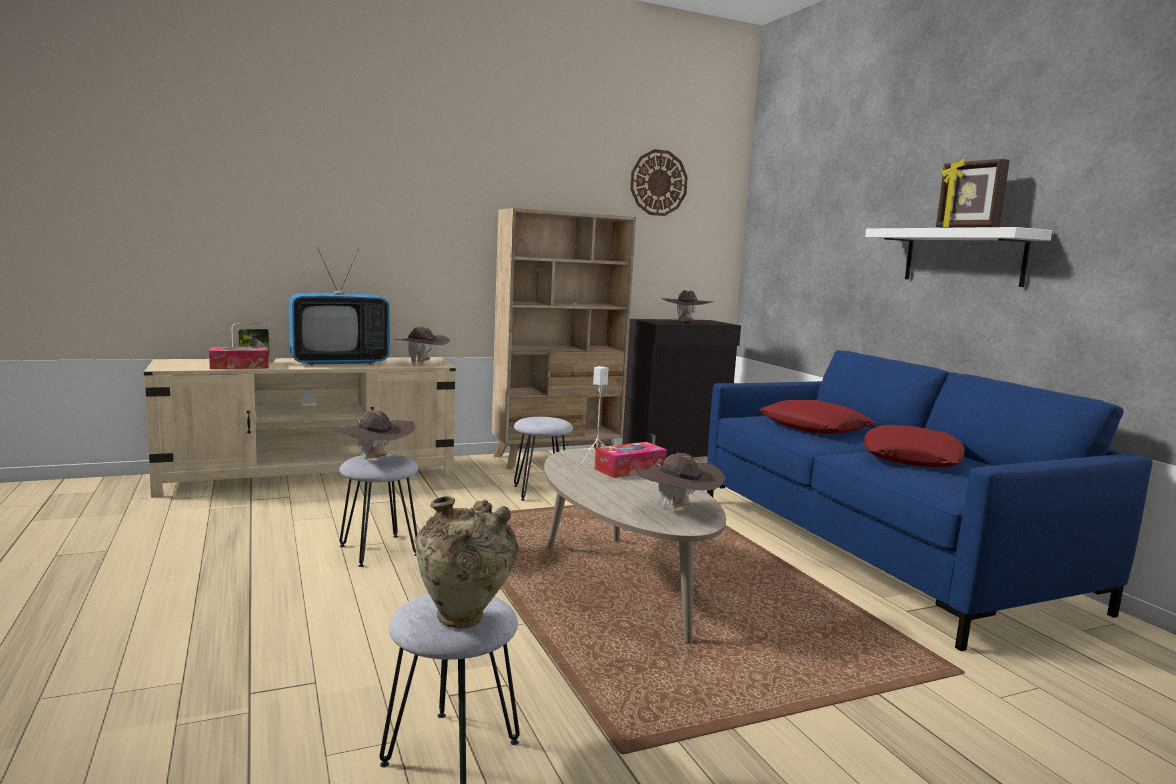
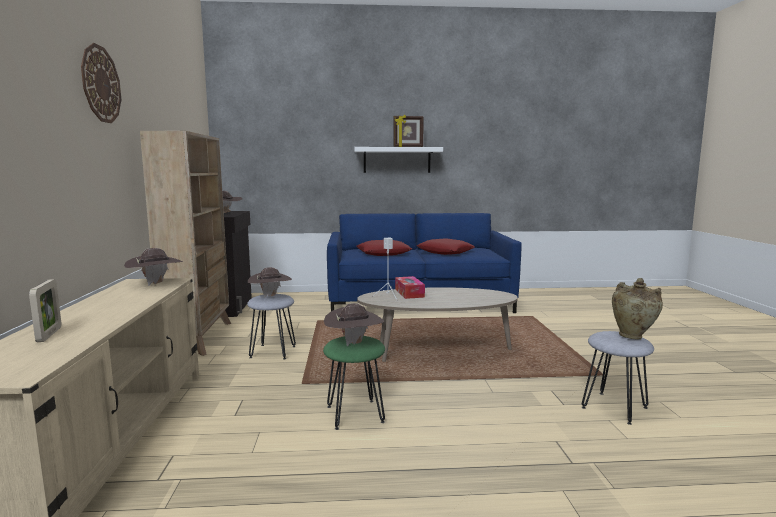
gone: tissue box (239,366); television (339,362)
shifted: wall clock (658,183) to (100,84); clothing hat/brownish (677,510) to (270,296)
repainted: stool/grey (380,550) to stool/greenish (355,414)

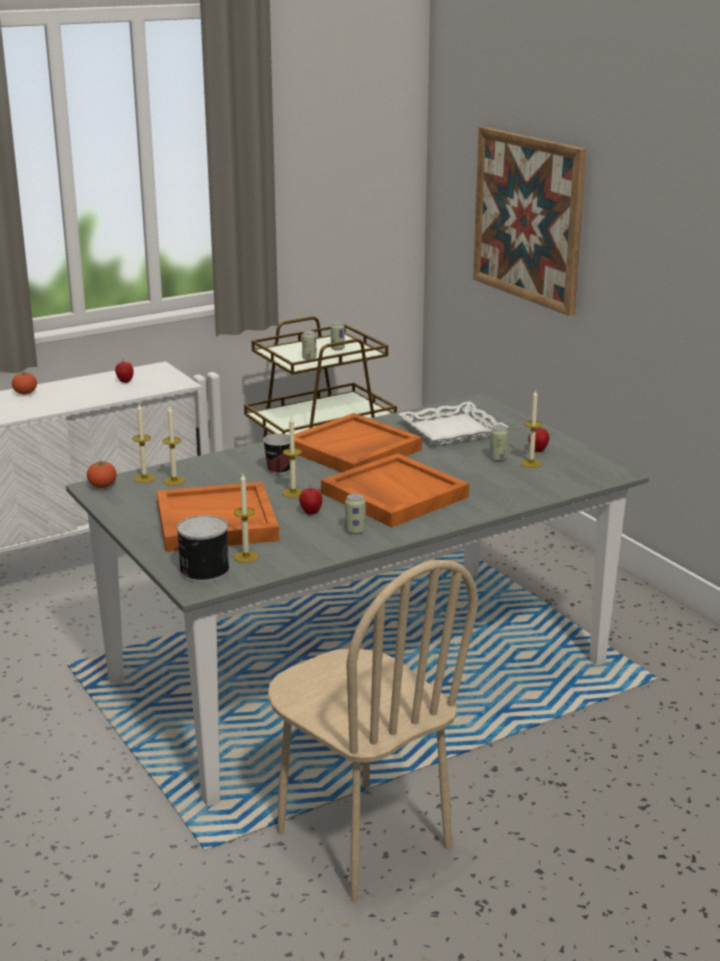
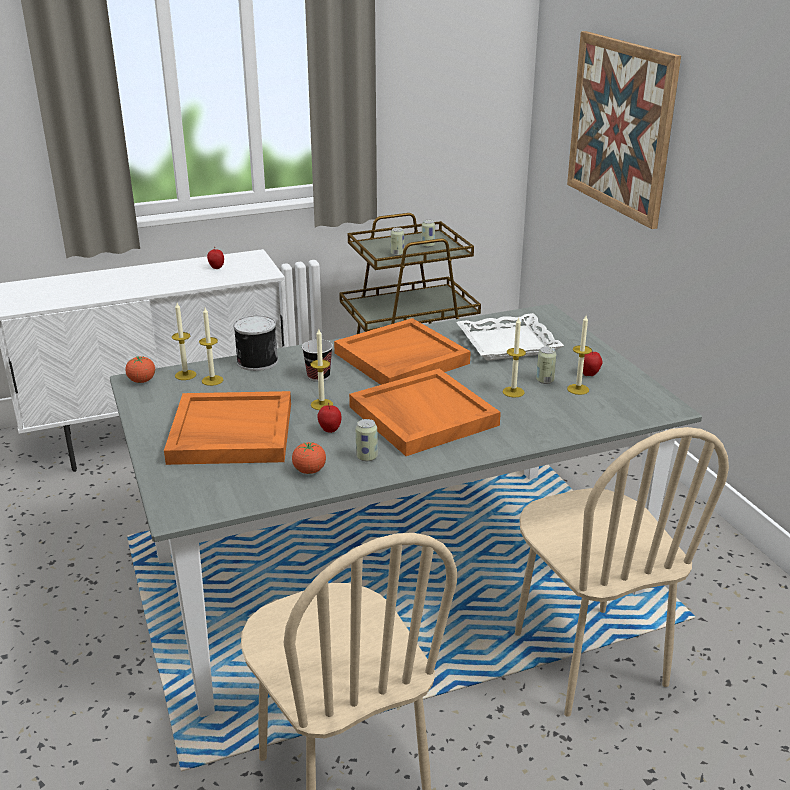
new: upright chair/sand-coloured (587,659)
shifted: sealed can (203,571) to (256,361); tomato (25,393) to (309,471); candle (246,557) to (513,392)

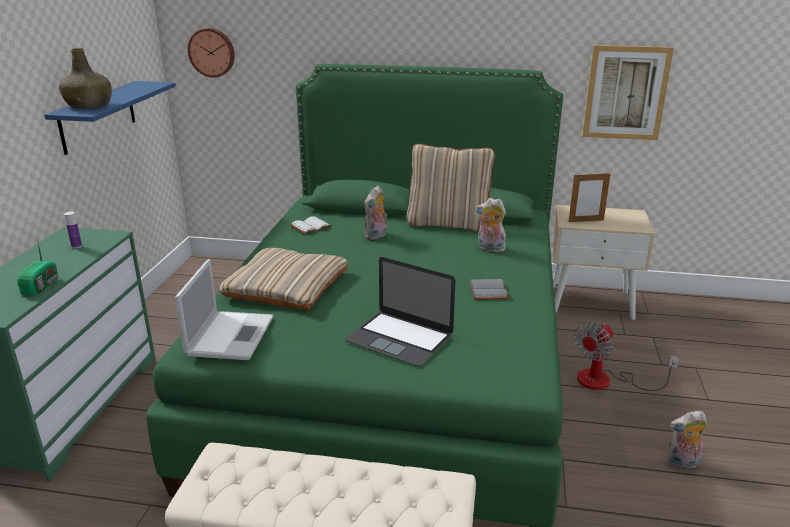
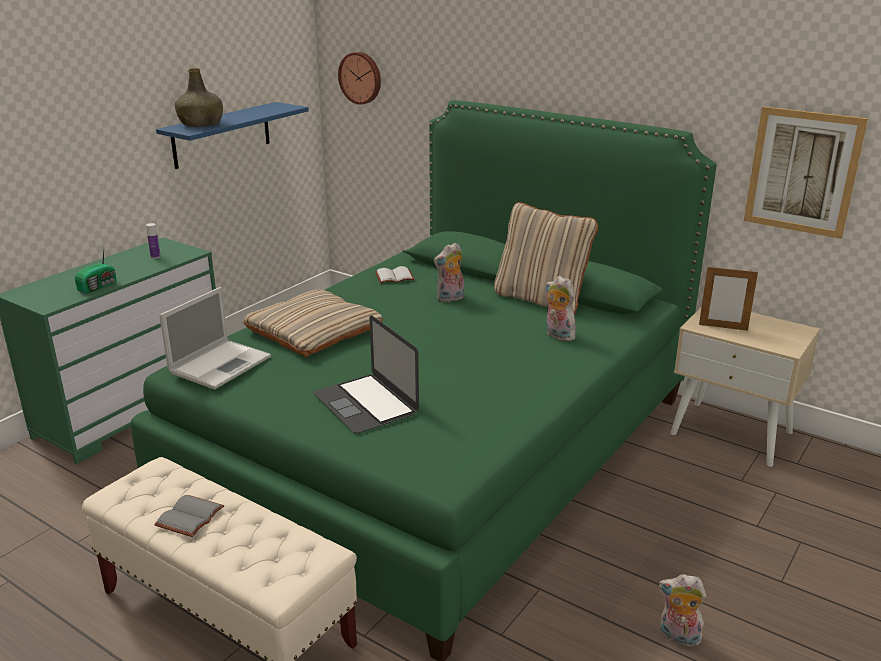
gone: electric fan (606,381)
shifted: book/grey (489,291) to (191,518)

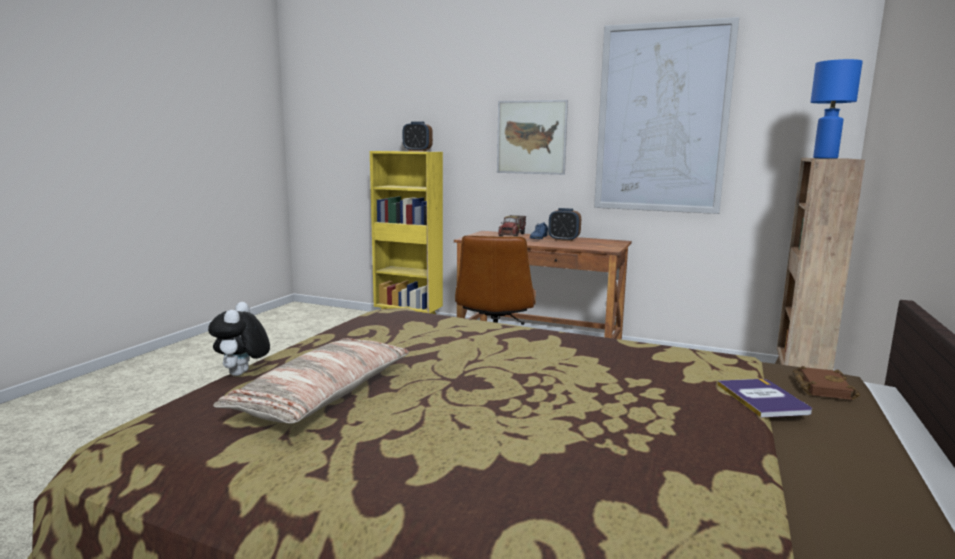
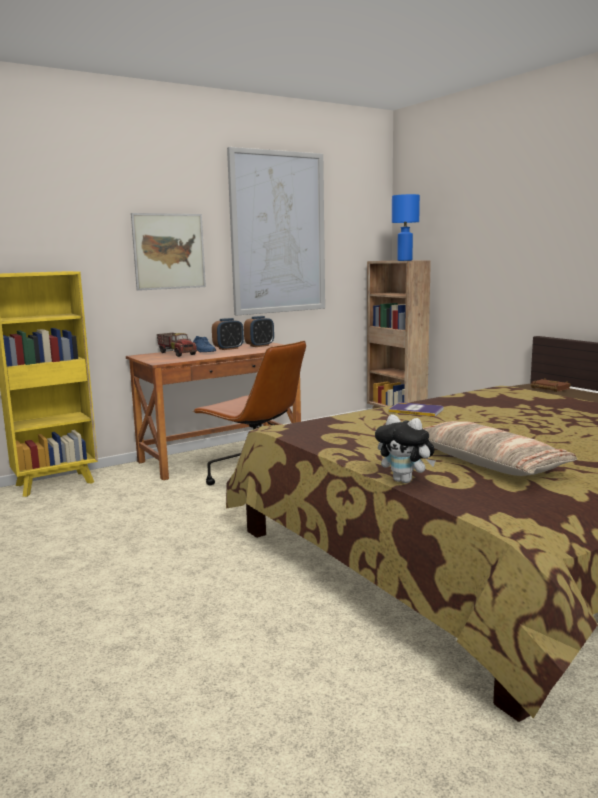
shifted: table clock (417,151) to (259,346); book (763,399) to (416,410)

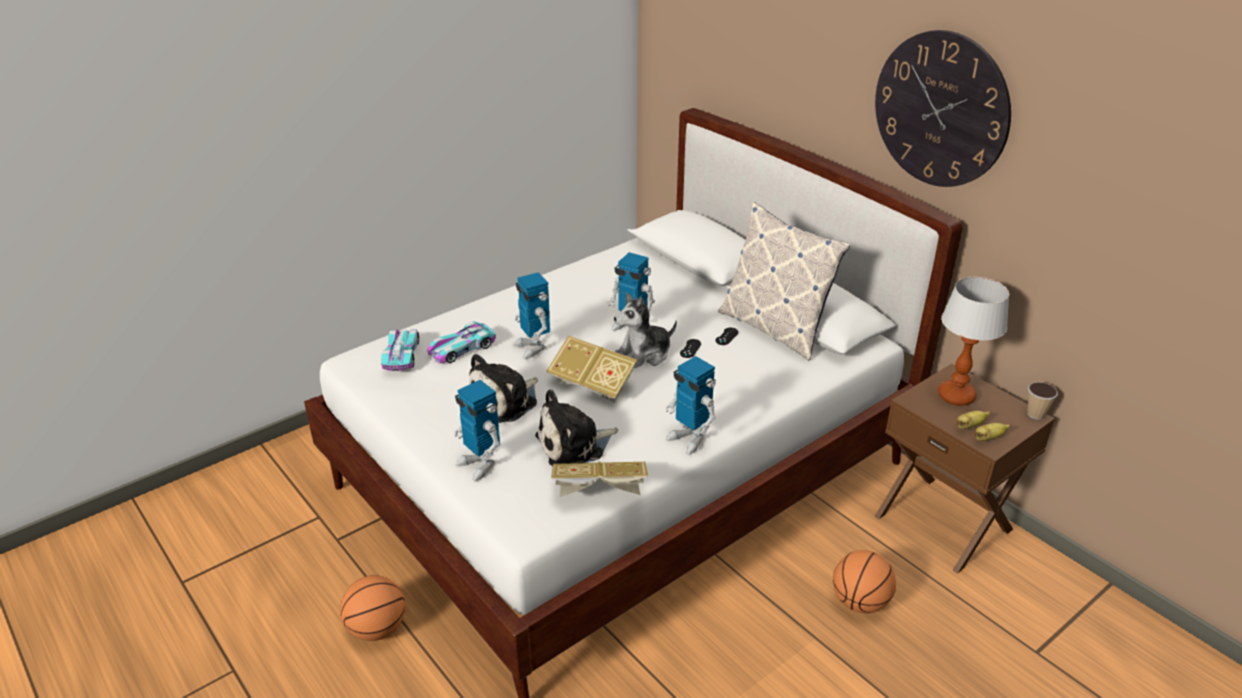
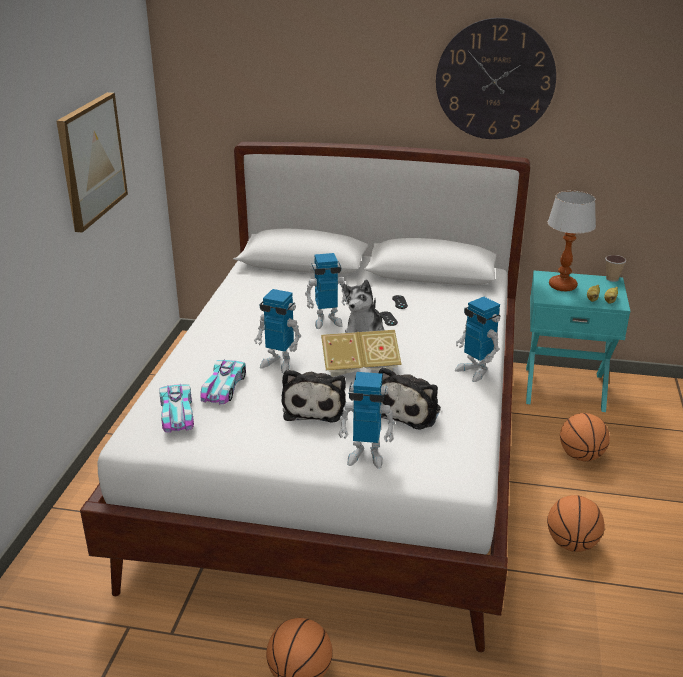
gone: book (599,493); throw pillow (775,328)
new: picture (91,160); basketball ball (571,544)
repainted: nightstand/brownish (944,522) to nightstand/blue-green (564,387)
rotated: model car (401,354) = (177,413) 150 degrees counterclockwise; model robot (689,439) = (475,371) 45 degrees clockwise

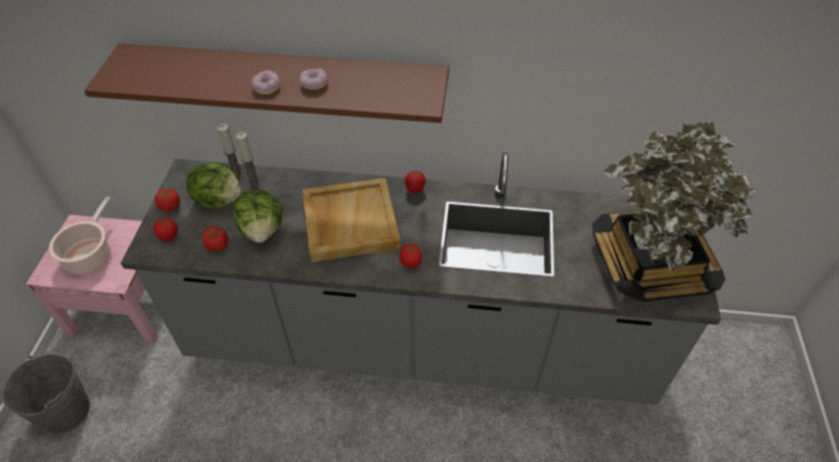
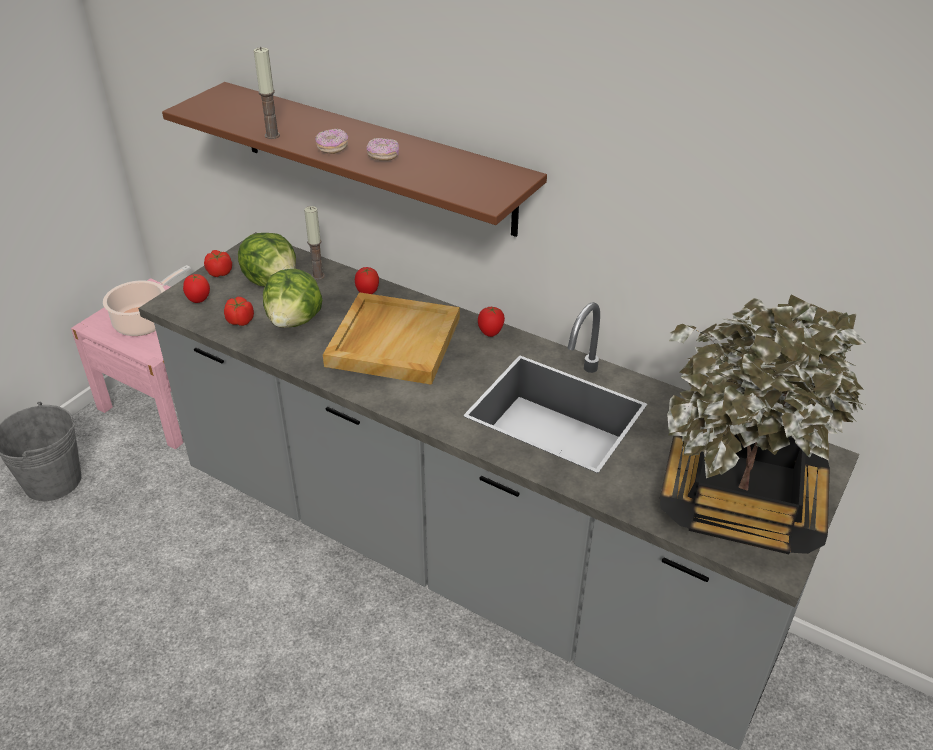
shifted: candle (237,175) to (272,135); tomato (410,264) to (367,293)

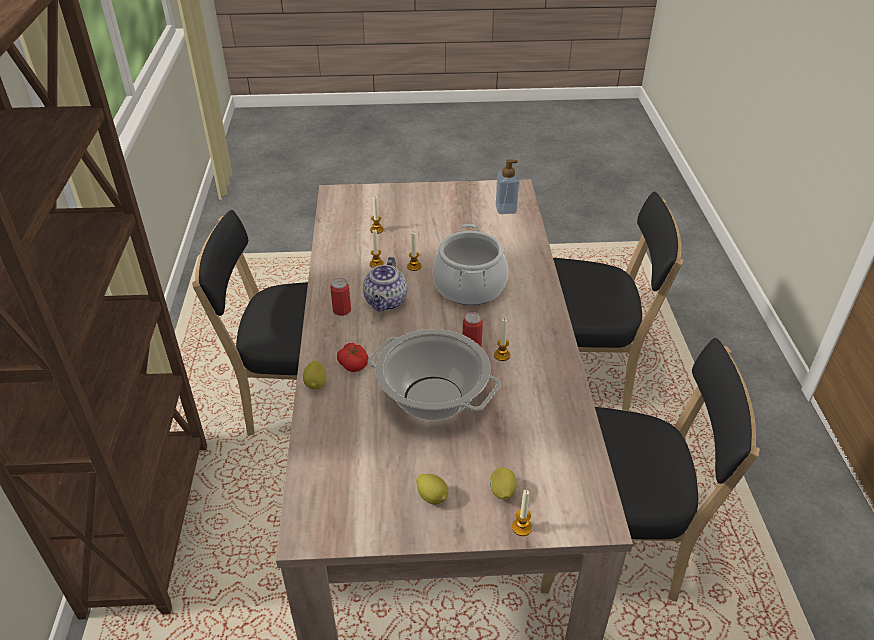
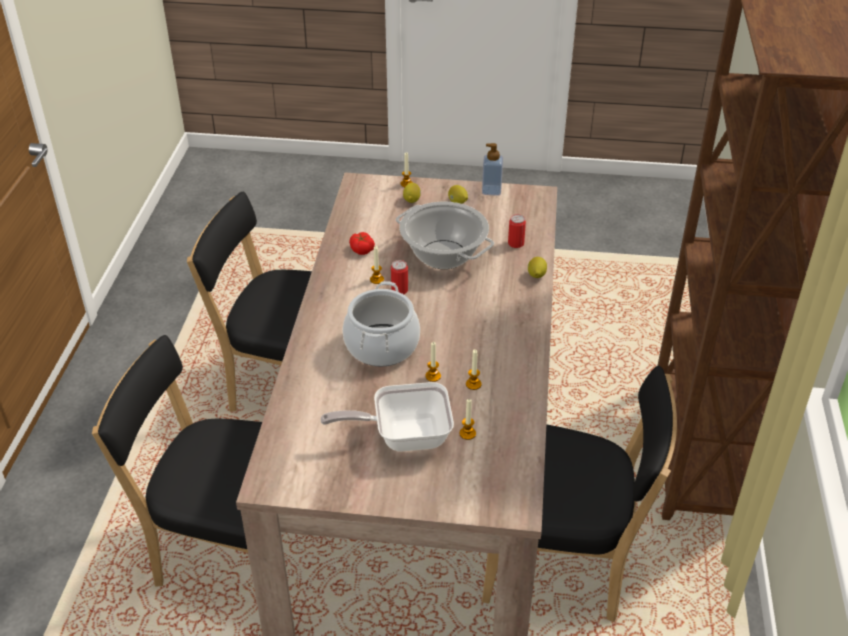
gone: tea pot (386,302)
new: frying pan (403,436)
shifted: tomato (353,364) to (361,249); soap dispenser (506,209) to (491,190); sealed can (342,310) to (516,243)

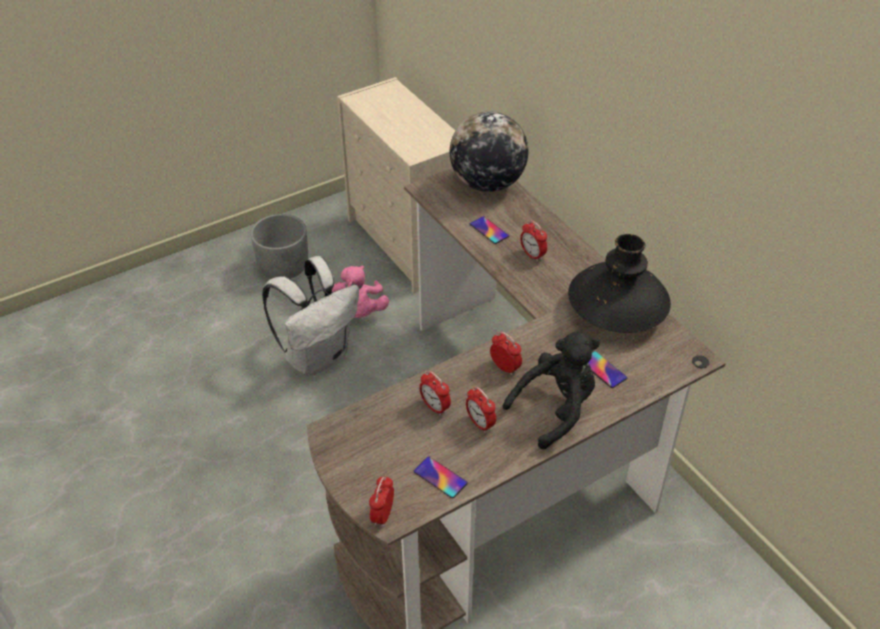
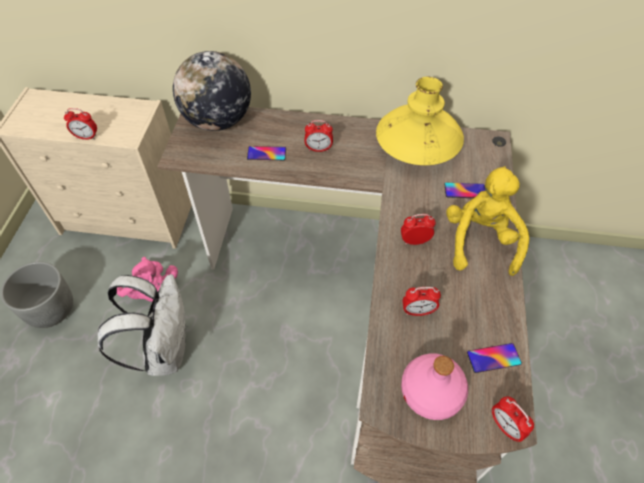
new: beverage bottle/pink (430,392)
shifted: table clock (480,423) to (87,137)
repainted: flower vase/black (616,311) to flower vase/yellow-coloured (417,146); soft toy/black (556,409) to soft toy/yellow-coloured (480,241)

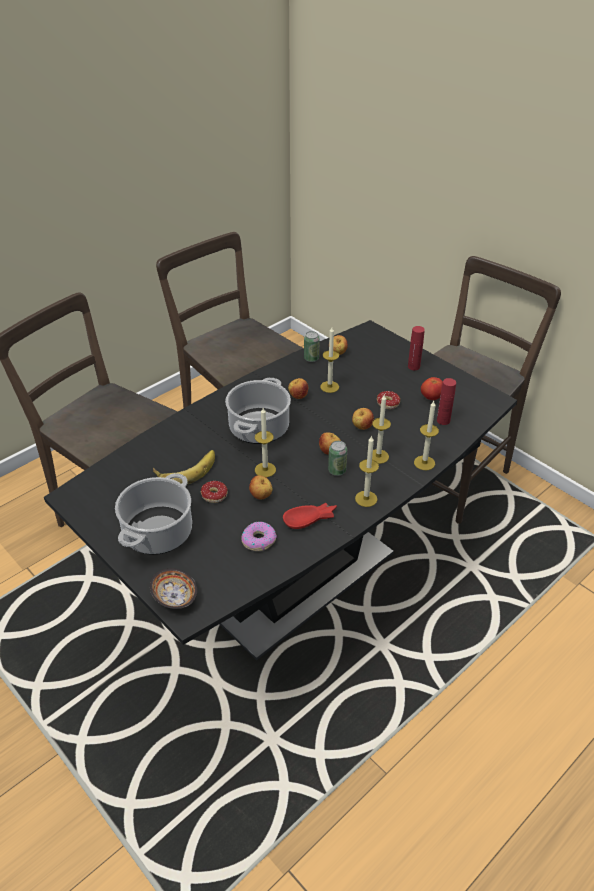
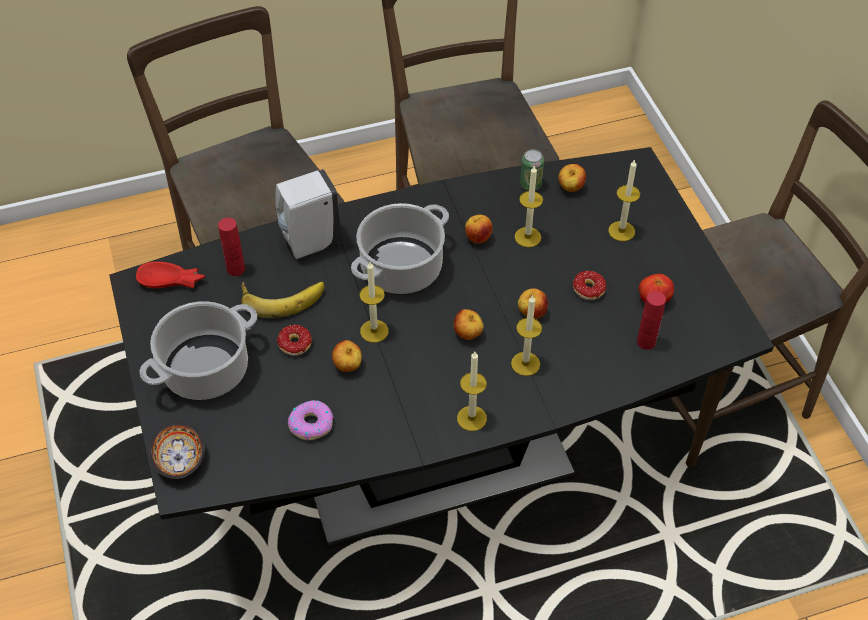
gone: sealed can (337,470)
new: soap dispenser/white (309,244)
shifted: serving bowl/reddish (311,520) to (171,282); beverage bottle/reddish (413,366) to (235,269); candle (424,463) to (621,231)

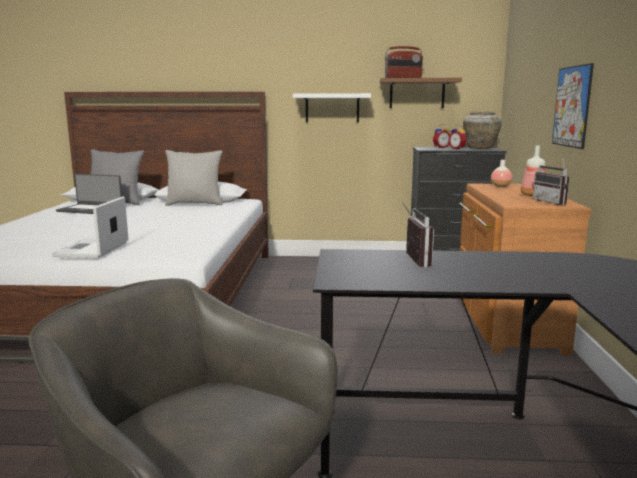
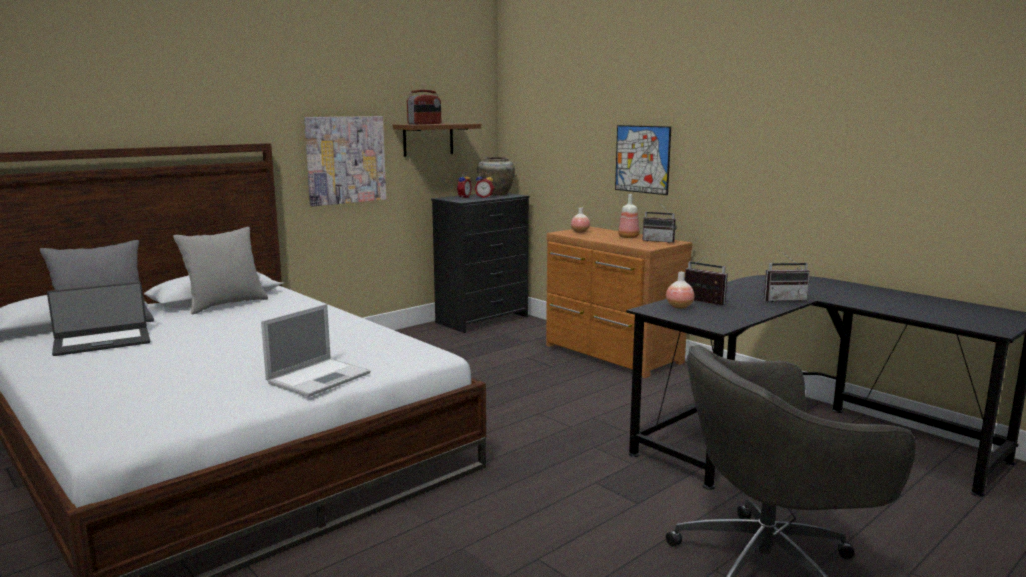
new: flower vase (679,307); radio set (783,299)
swapped: bracket shelf/white (332,108) to picture (345,160)
rotated: laptop (91,249) = (320,377) 105 degrees counterclockwise

